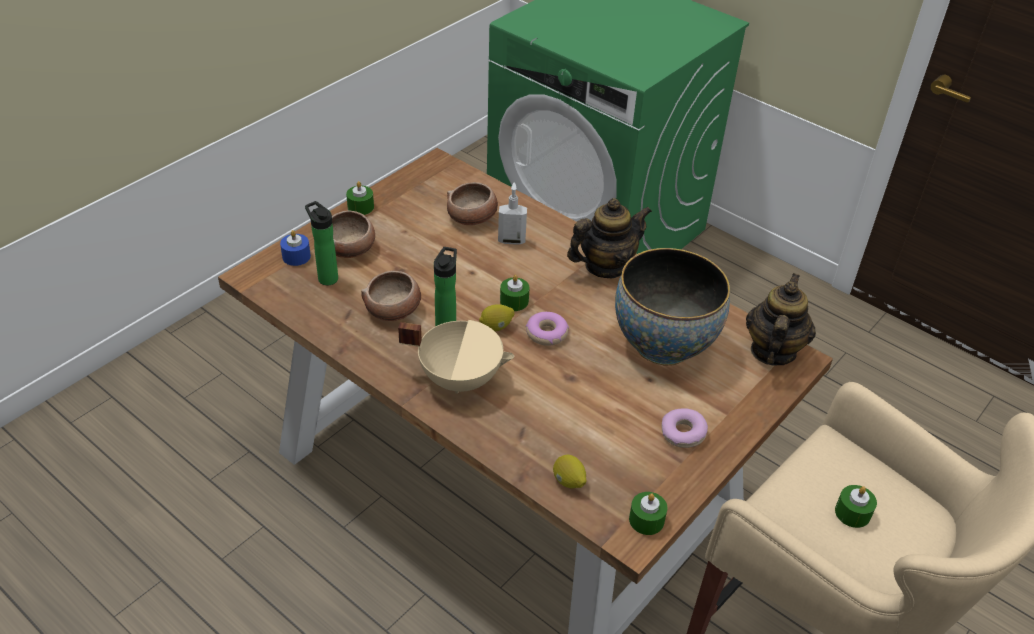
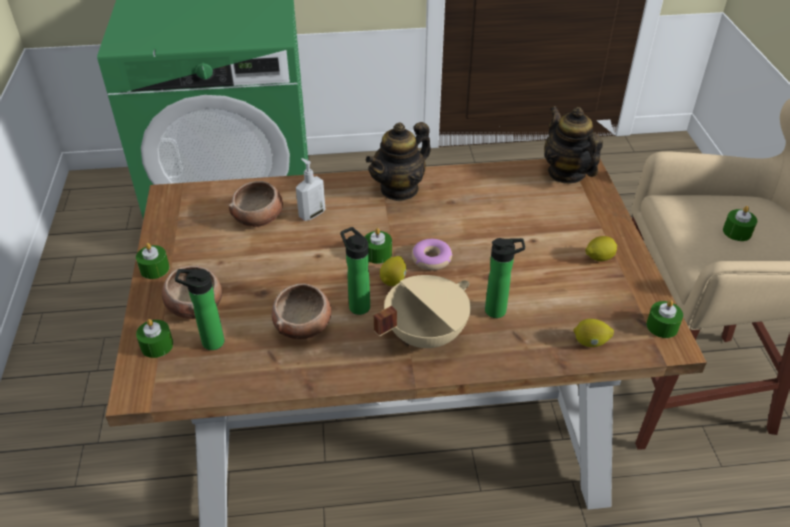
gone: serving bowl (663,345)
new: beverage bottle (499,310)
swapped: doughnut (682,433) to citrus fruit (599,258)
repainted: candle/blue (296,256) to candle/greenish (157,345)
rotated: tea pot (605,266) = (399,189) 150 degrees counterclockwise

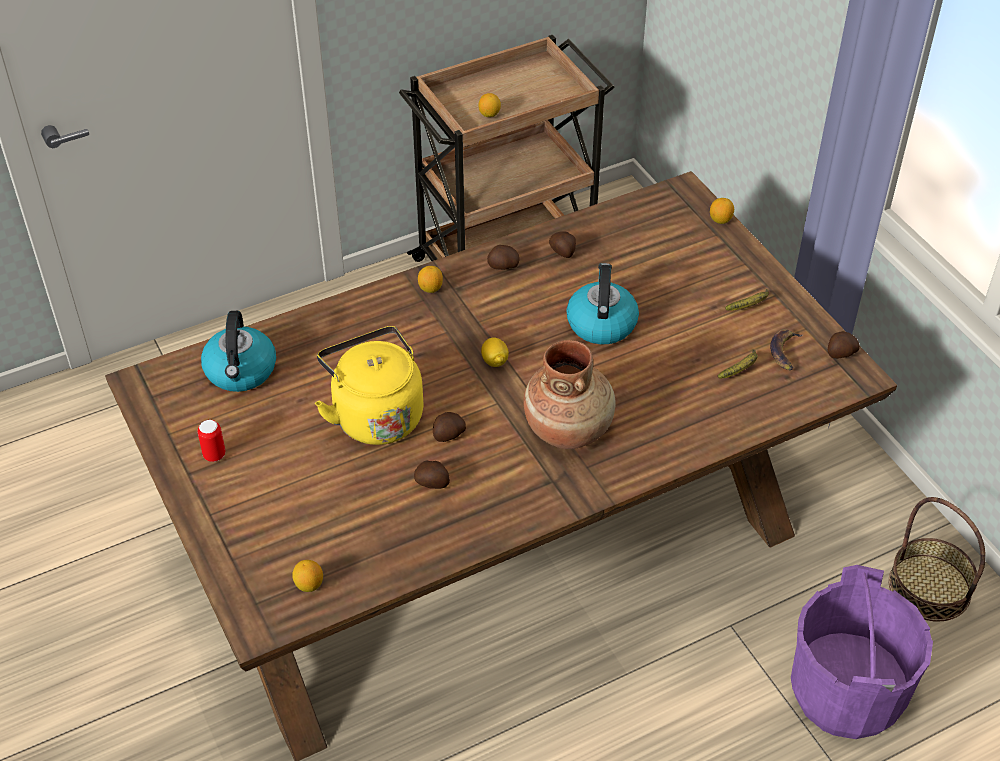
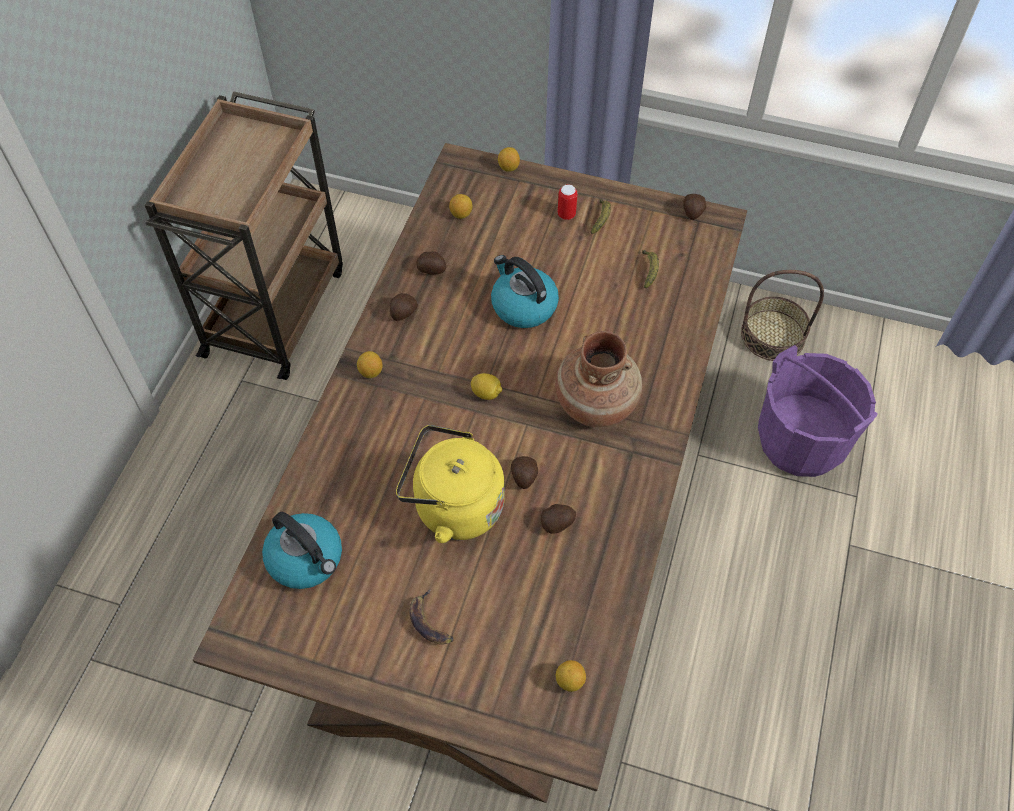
shifted: banana (785,352) to (430,622); citrus fruit (489,114) to (461,214); sealed can (214,455) to (566,215)

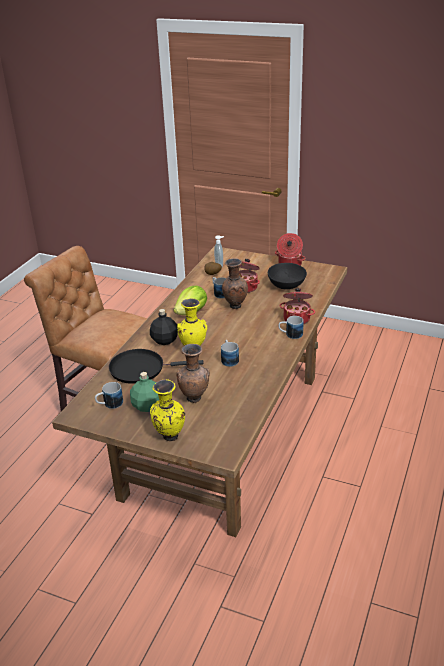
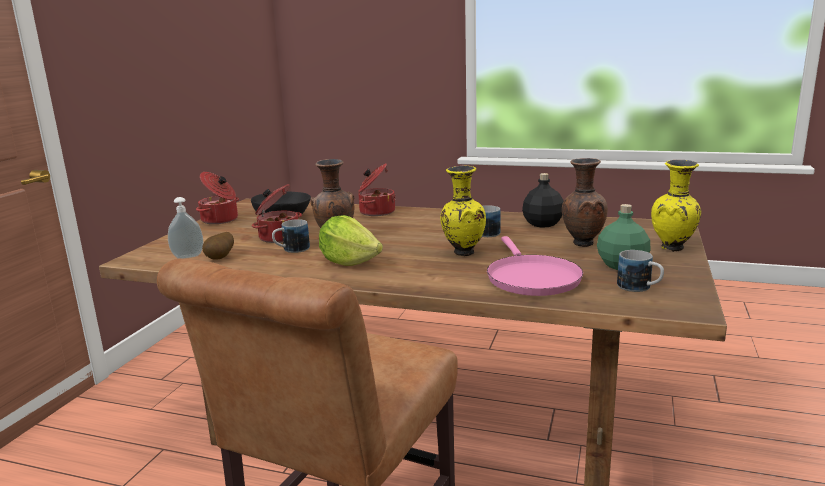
gone: coffee mug (290,335)
shifted: beverage bottle/black (164,340) to (543,224)
repainted: frying pan/black (141,369) to frying pan/pink (531,278)

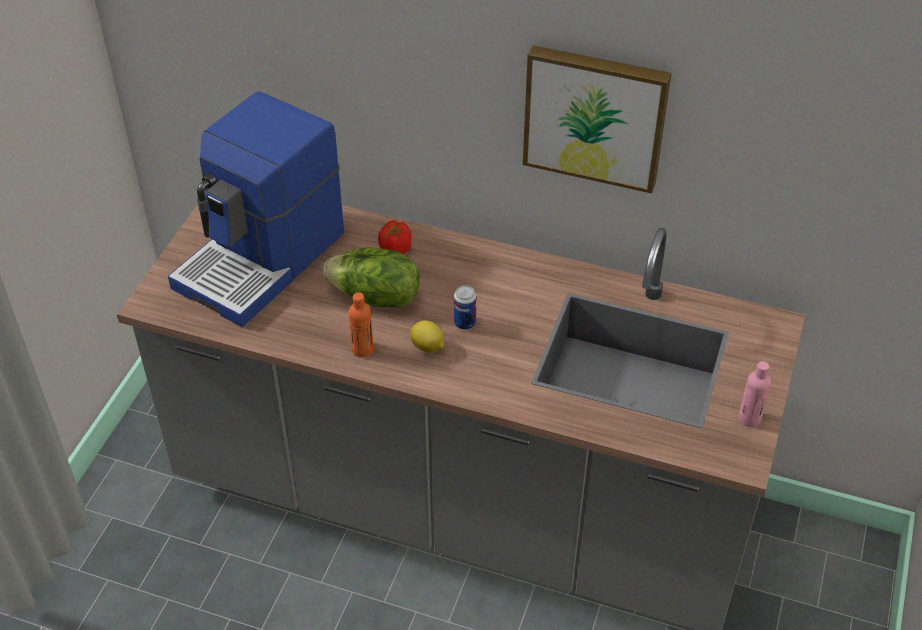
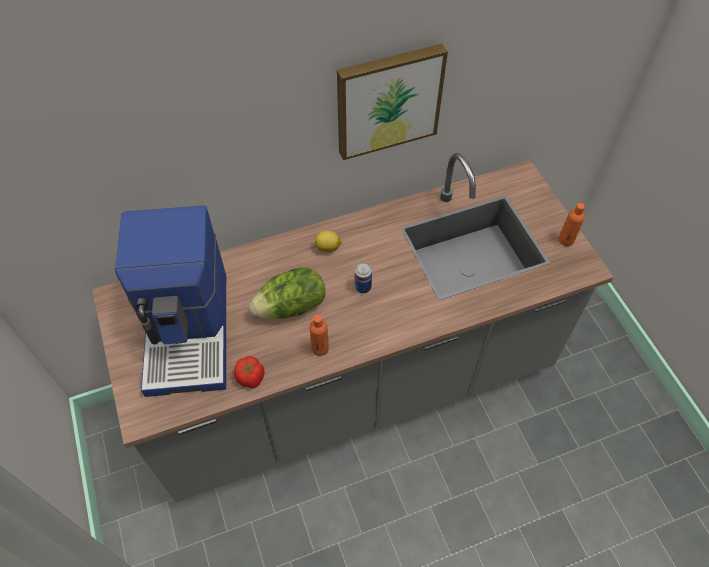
shifted: tomato (395,248) to (250,377); citrus fruit (428,347) to (328,248)
repainted: beverage bottle/pink (749,418) to beverage bottle/orangey (566,240)

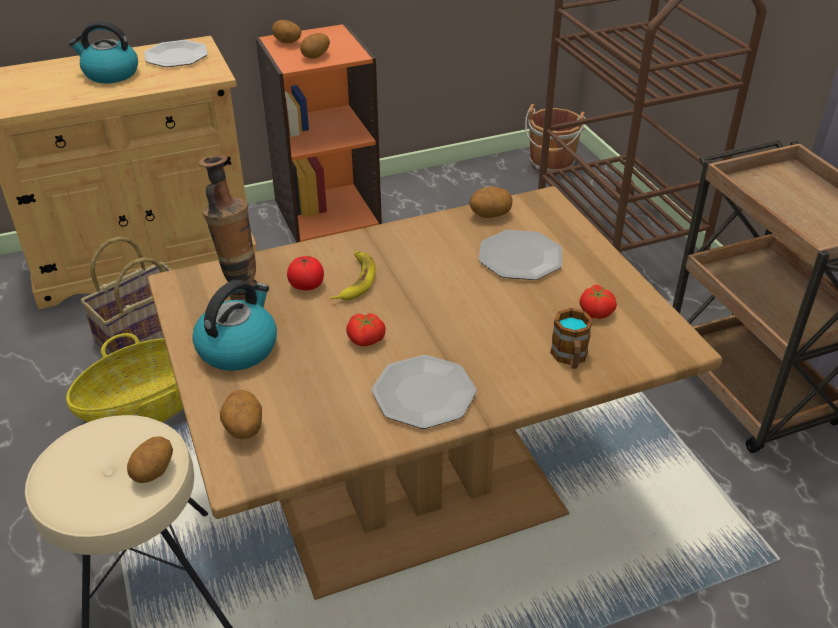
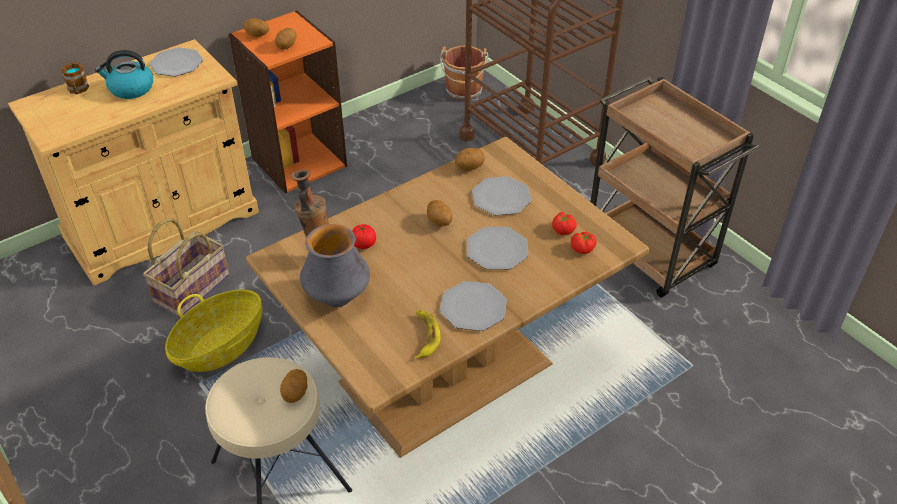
new: dinner plate (497,249)
shifted: coffee mug (570,358) to (78,90); banana (355,280) to (424,336); potato (243,429) to (439,222); tomato (366,340) to (583,249)
swapped: tea kettle (238,347) to flower vase (337,298)

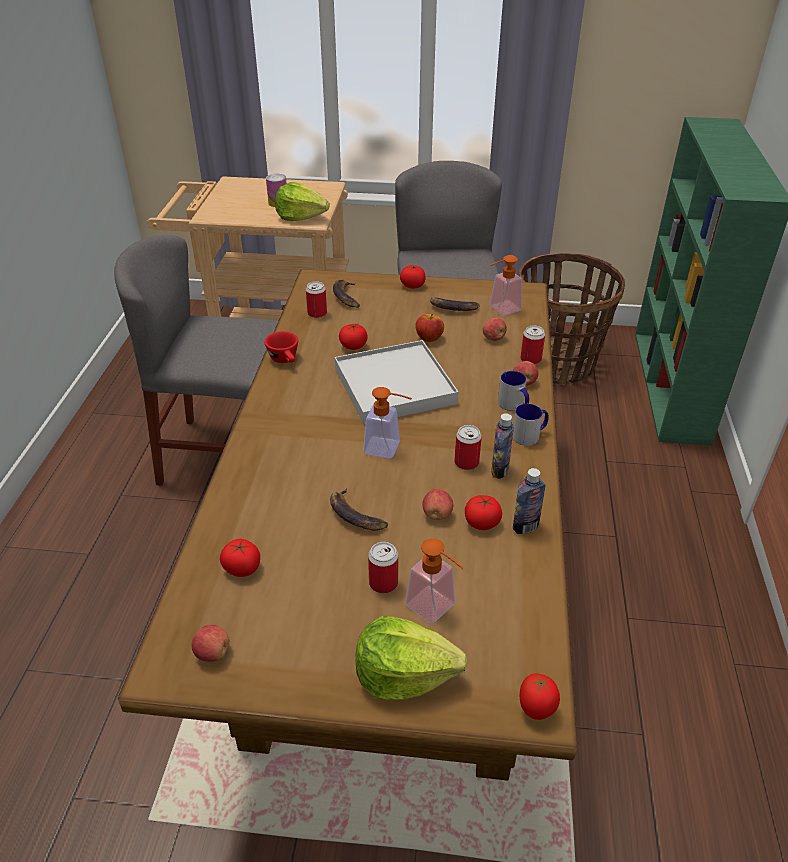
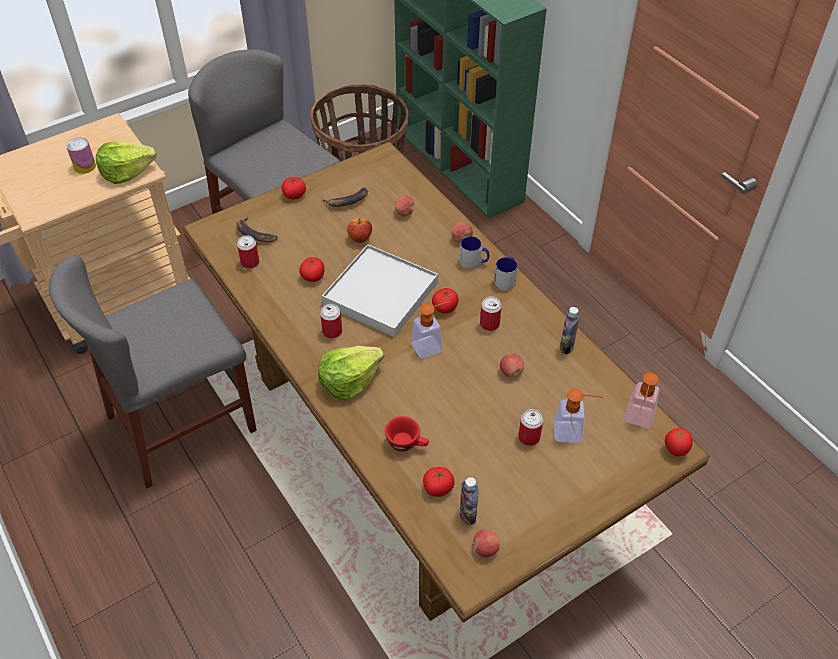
gone: banana (355,515)
shifted: lettuce head (404,675) to (349,381); sealed can (530,359) to (332,331); cup/reddish (285,360) to (407,443); tomato (482,523) to (445,307); beverage bottle (499,470) to (467,515); soap dispenser (500,310) to (638,420)

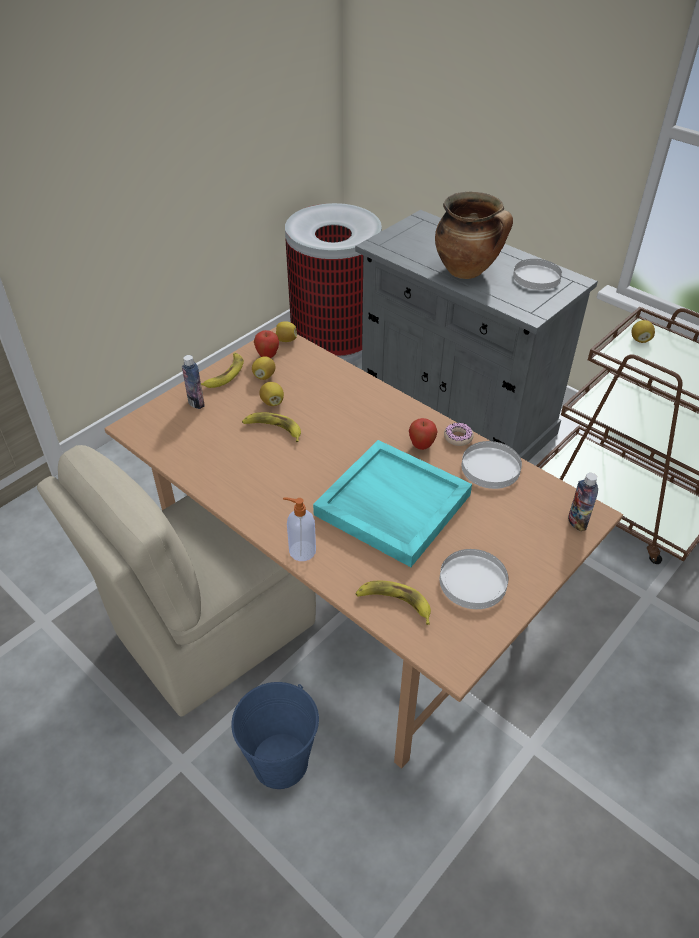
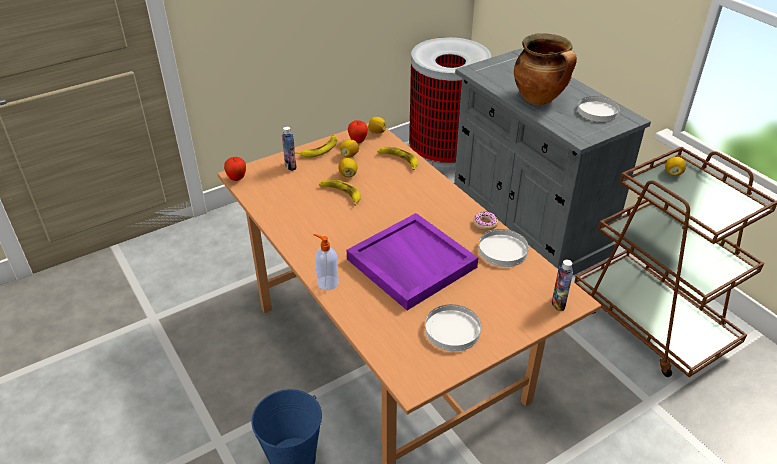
gone: upright chair/sand-coloured (210,630)
shifted: apple fruit (421,446) to (237,179); banana (394,603) to (399,160)
repainted: serving tray/blue-green (391,505) to serving tray/purple (410,263)

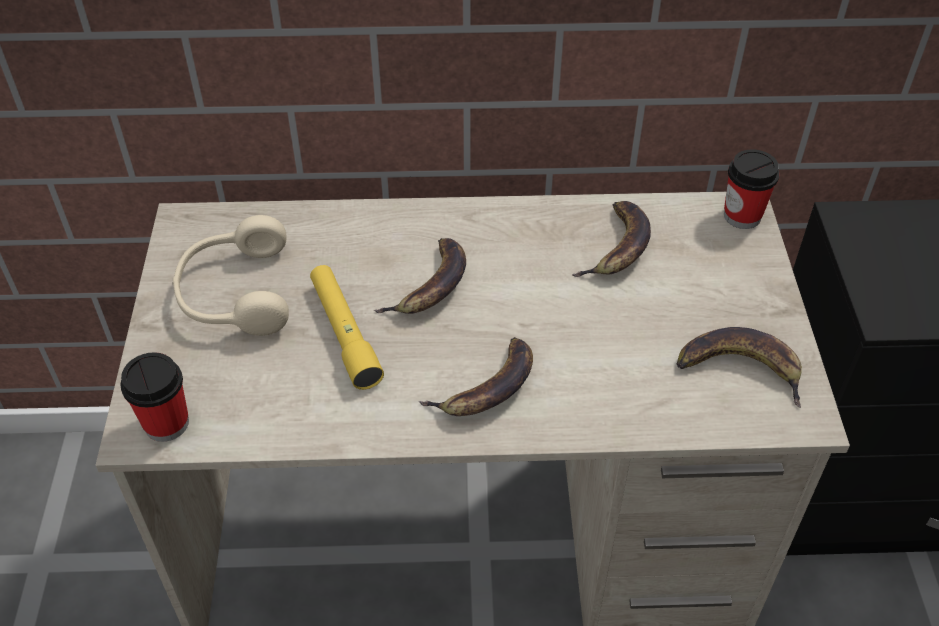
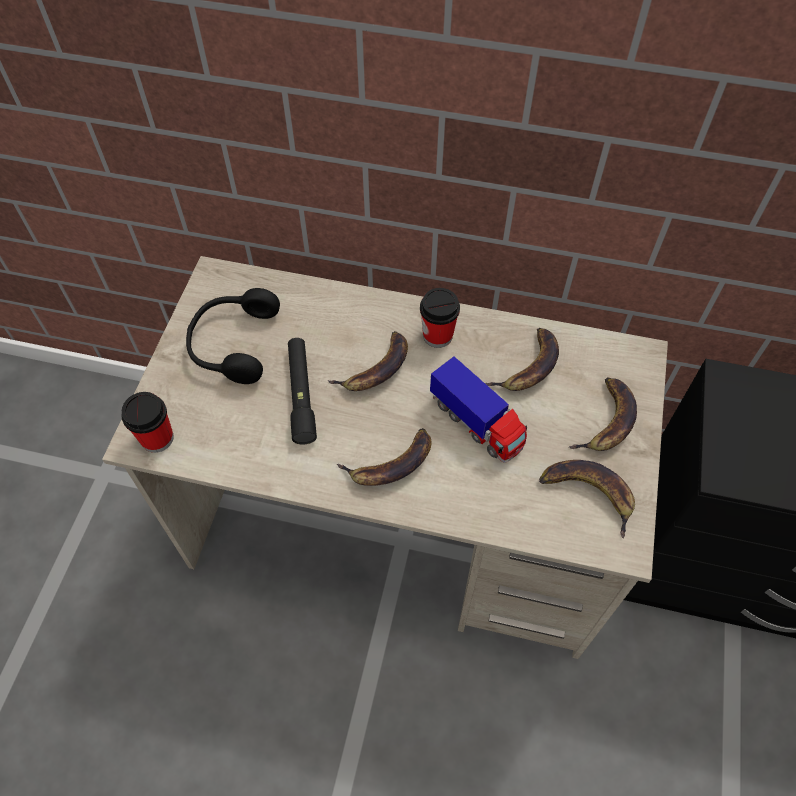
new: toy truck (476,424); banana (607,421)
shifted: cup (742,216) to (437,335)
repainted: headset/sand-coloured (234,294) to headset/black (232,344); hand torch/yellow-coloured (344,333) to hand torch/black (301,394)

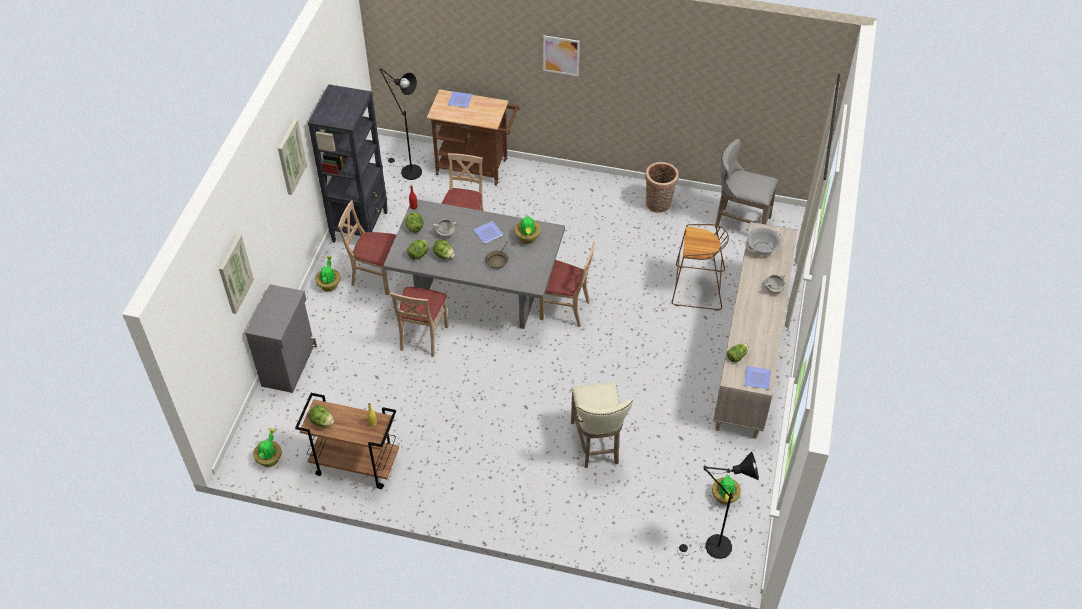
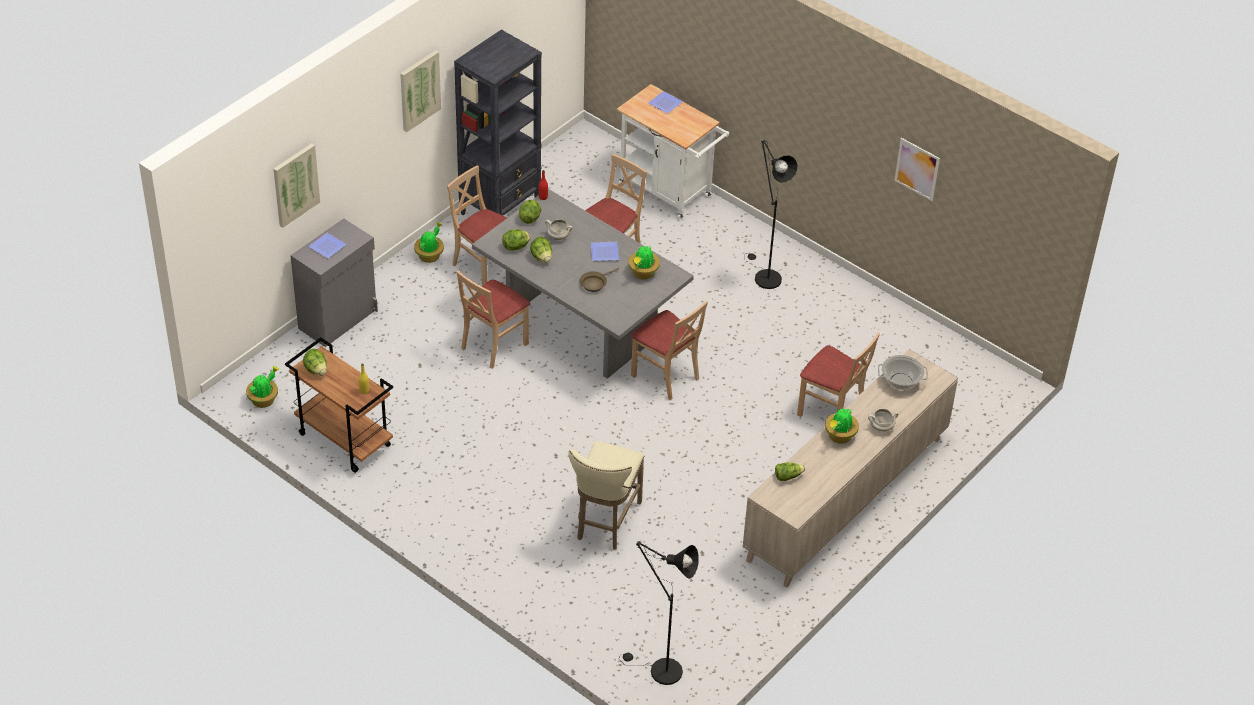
gone: household basket (658,205); stool/grey (739,222)
shifted: dinner plate (756,379) to (326,247); standing lamp/black (407,171) to (764,276); plant in a pot (724,497) to (839,436); picture (561,55) to (917,169)
swapped: stool/brownish (696,288) to upright chair/sand-coloured (831,411)
repainted: cart/brownish (476,167) to cart/white (669,193)

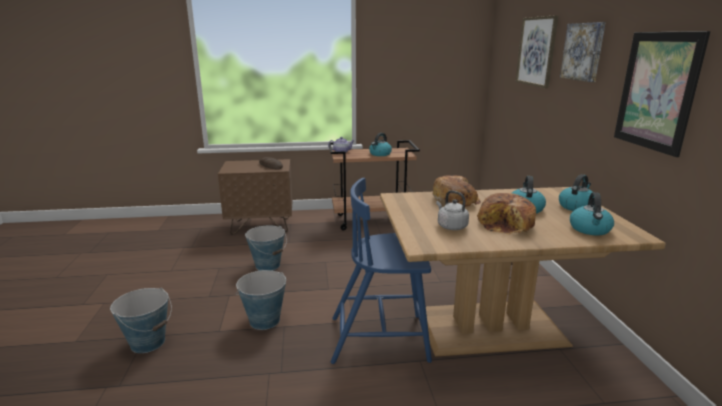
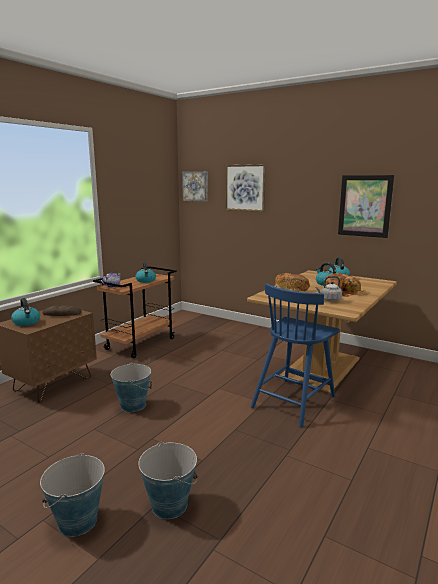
shifted: tea kettle (590,229) to (27,322); water bucket (264,321) to (77,521); picture (584,51) to (195,186)

